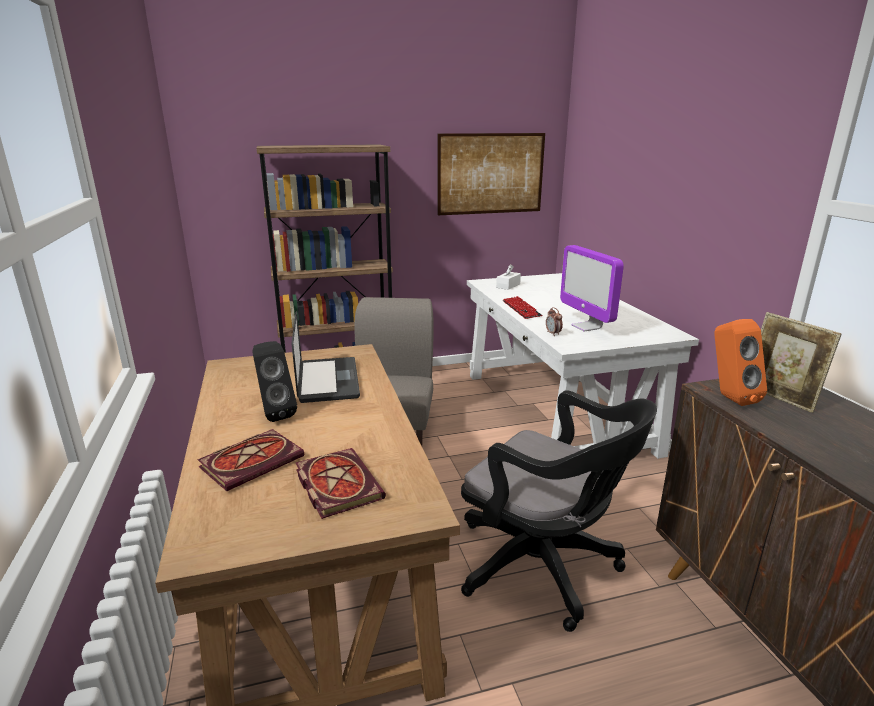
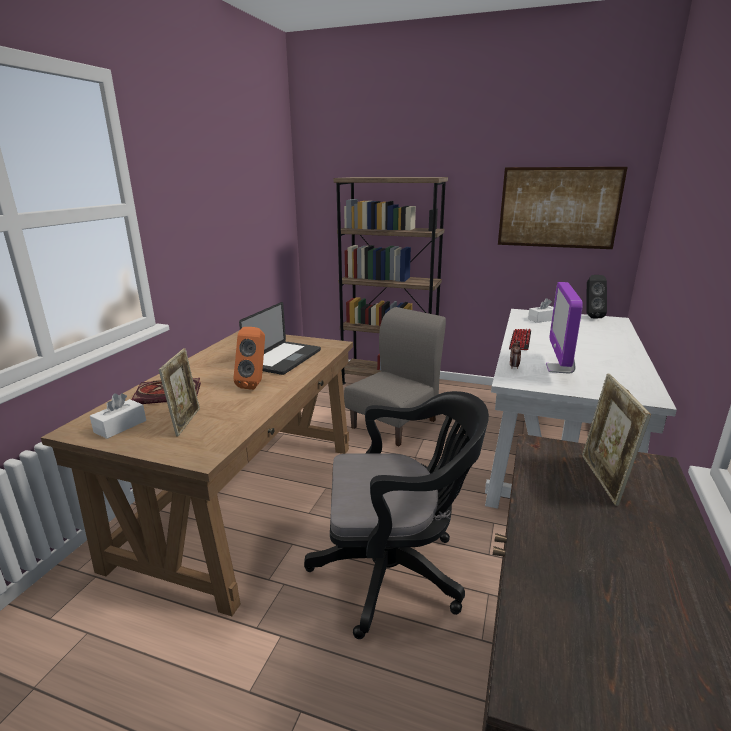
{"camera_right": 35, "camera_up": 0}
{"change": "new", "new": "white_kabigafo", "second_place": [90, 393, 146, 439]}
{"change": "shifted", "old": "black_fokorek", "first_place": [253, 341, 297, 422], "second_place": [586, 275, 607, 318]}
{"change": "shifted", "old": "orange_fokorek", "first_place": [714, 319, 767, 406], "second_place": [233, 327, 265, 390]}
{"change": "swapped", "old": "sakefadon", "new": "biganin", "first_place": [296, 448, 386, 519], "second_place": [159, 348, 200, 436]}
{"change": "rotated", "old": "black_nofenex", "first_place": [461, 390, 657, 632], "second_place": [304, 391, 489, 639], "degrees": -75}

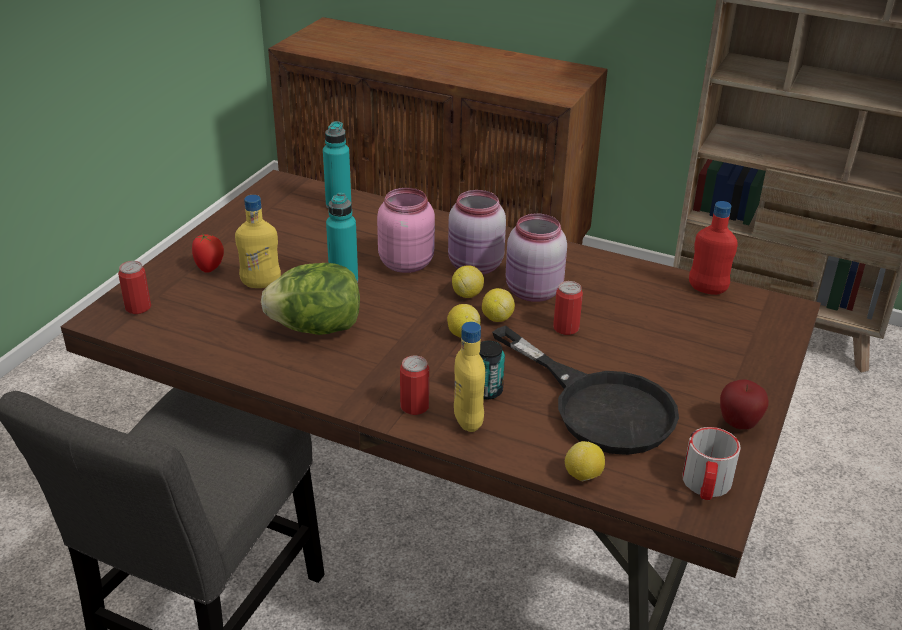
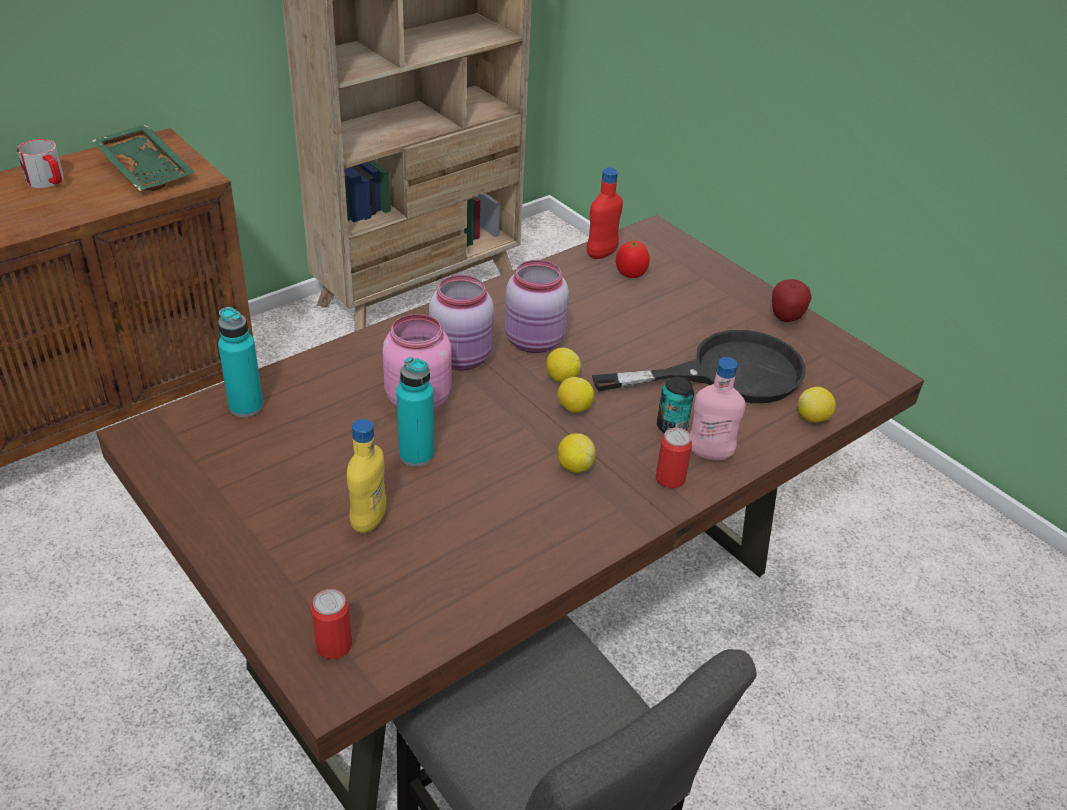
{"camera_right": -65, "camera_up": 5}
{"change": "gone", "old": "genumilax", "first_place": [261, 263, 360, 335]}
{"change": "gone", "old": "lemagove", "first_place": [553, 281, 583, 335]}
{"change": "new", "new": "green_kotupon", "second_place": [92, 125, 195, 191]}
{"change": "shifted", "old": "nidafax", "first_place": [192, 233, 224, 273], "second_place": [616, 241, 650, 278]}
{"change": "shifted", "old": "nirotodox", "first_place": [452, 265, 484, 298], "second_place": [558, 433, 596, 473]}
{"change": "shifted", "old": "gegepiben", "first_place": [682, 427, 741, 500], "second_place": [17, 139, 64, 188]}
{"change": "repainted", "old": "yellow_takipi", "new": "pink_takipi", "first_place": [454, 322, 485, 432], "second_place": [690, 357, 745, 460]}

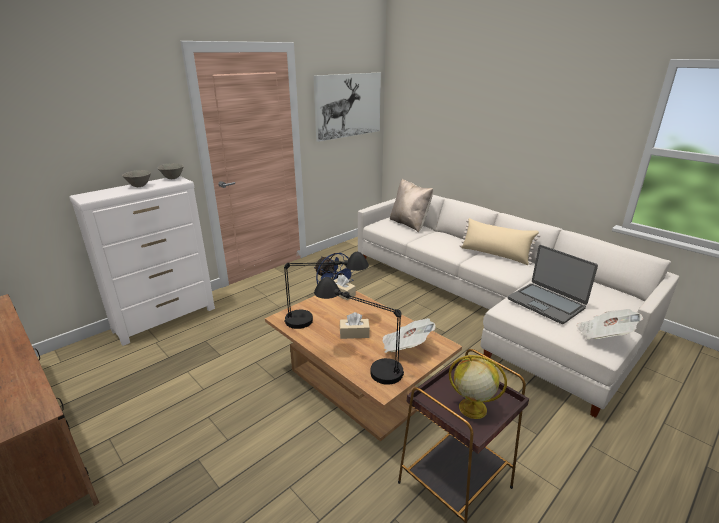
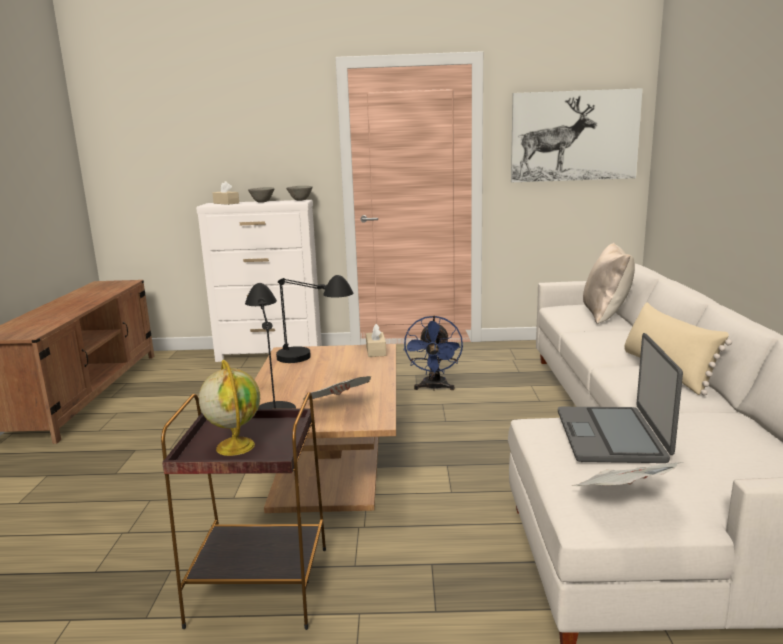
{"camera_right": 45, "camera_up": -10}
{"change": "shifted", "old": "beige_kabigafo", "first_place": [340, 312, 370, 339], "second_place": [213, 181, 239, 205]}

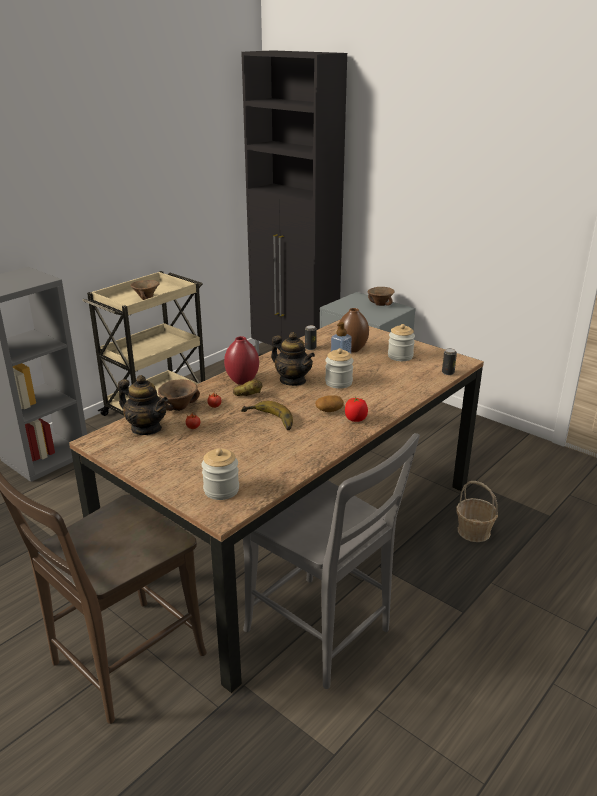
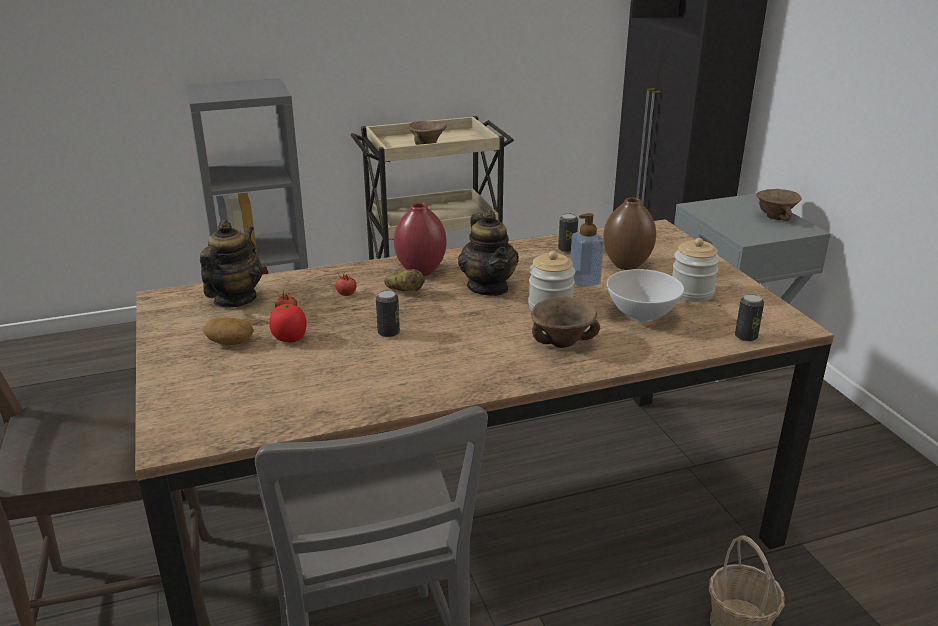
{"camera_right": 30, "camera_up": 0}
{"change": "gone", "old": "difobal", "first_place": [202, 448, 239, 500]}
{"change": "new", "new": "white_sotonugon", "second_place": [607, 269, 684, 322]}
{"change": "shifted", "old": "brown_sotonugon", "first_place": [158, 379, 200, 411], "second_place": [531, 296, 600, 348]}
{"change": "shifted", "old": "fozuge", "first_place": [315, 395, 344, 412], "second_place": [203, 317, 254, 345]}
{"change": "shifted", "old": "nidafax", "first_place": [345, 397, 368, 422], "second_place": [269, 303, 307, 342]}
{"change": "swapped", "old": "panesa", "new": "lemagove", "first_place": [241, 401, 293, 430], "second_place": [376, 290, 400, 337]}
{"change": "rotated", "old": "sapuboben", "first_place": [118, 375, 168, 435], "second_place": [200, 220, 262, 308], "degrees": -135}

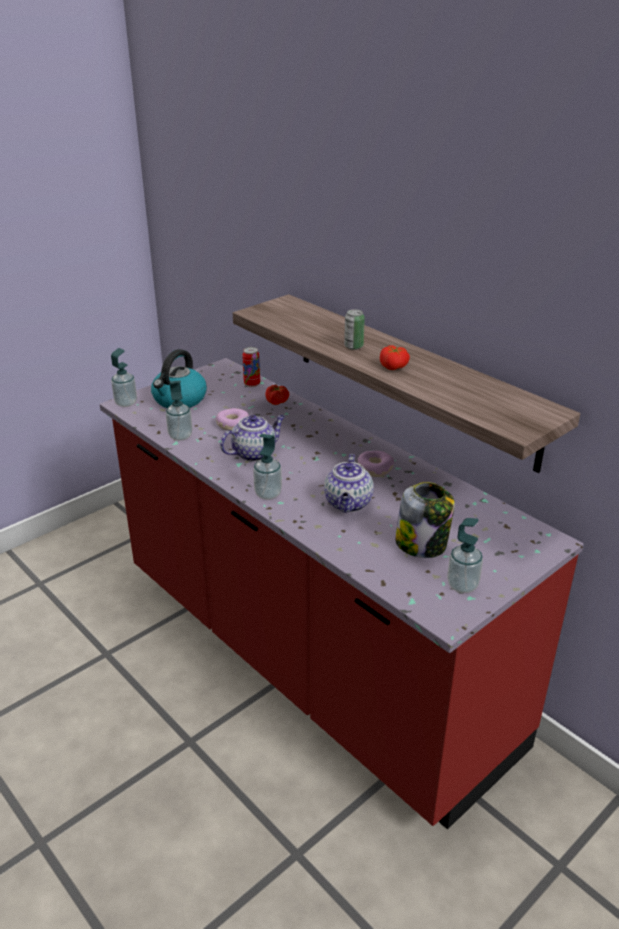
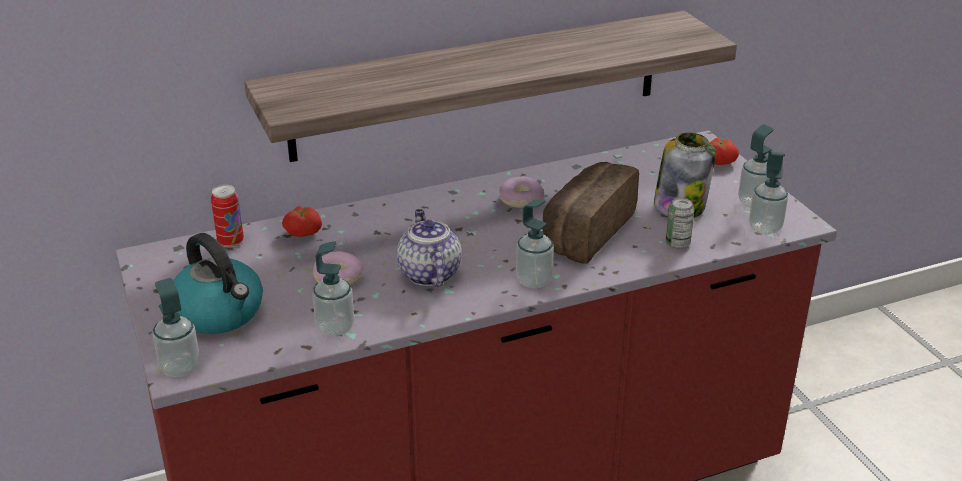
{"camera_right": -70, "camera_up": 0}
{"change": "new", "new": "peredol", "second_place": [749, 152, 788, 234]}
{"change": "shifted", "old": "lemagove", "first_place": [344, 309, 365, 350], "second_place": [665, 198, 694, 249]}
{"change": "shifted", "old": "nidafax", "first_place": [380, 346, 410, 370], "second_place": [709, 138, 739, 165]}
{"change": "swapped", "old": "sapuboben", "new": "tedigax", "first_place": [324, 454, 374, 513], "second_place": [542, 162, 639, 264]}

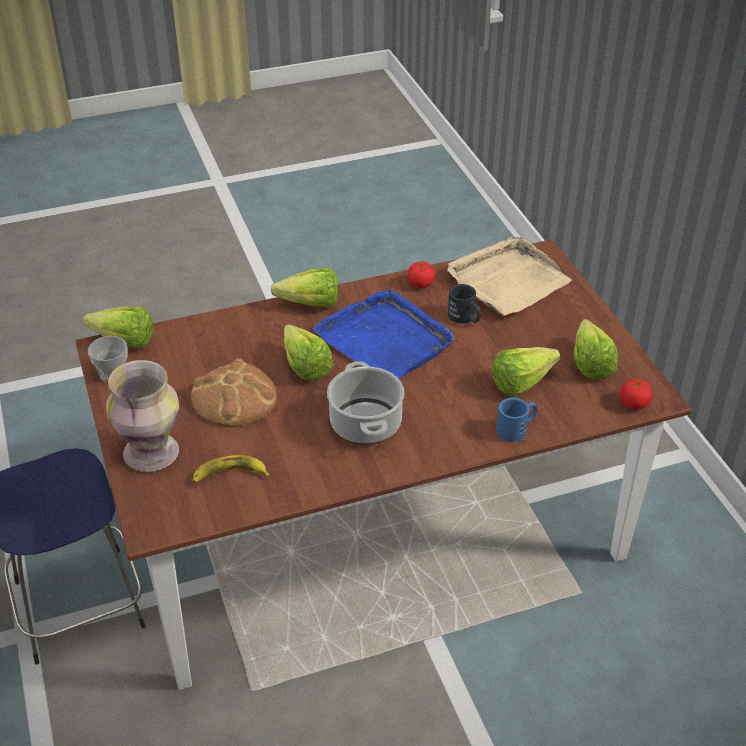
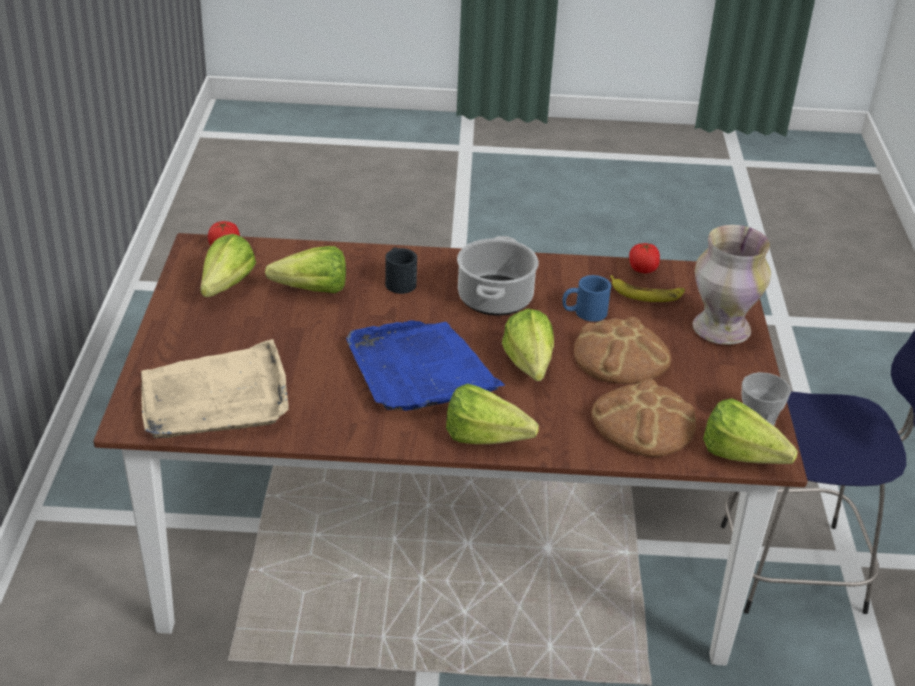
{"camera_right": -160, "camera_up": -5}
{"change": "new", "new": "tedigax", "second_place": [591, 379, 696, 457]}
{"change": "shifted", "old": "nidafax", "first_place": [408, 262, 435, 288], "second_place": [629, 243, 660, 273]}
{"change": "shifted", "old": "black_gegepiben", "first_place": [448, 284, 481, 323], "second_place": [385, 247, 417, 294]}
{"change": "shifted", "old": "blue_gegepiben", "first_place": [496, 398, 537, 442], "second_place": [562, 275, 611, 322]}

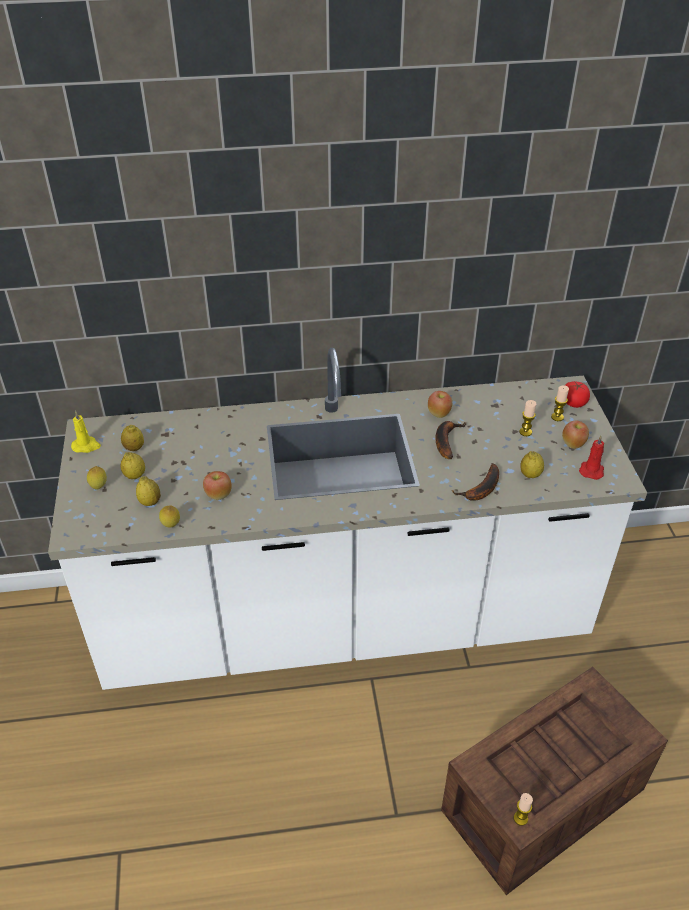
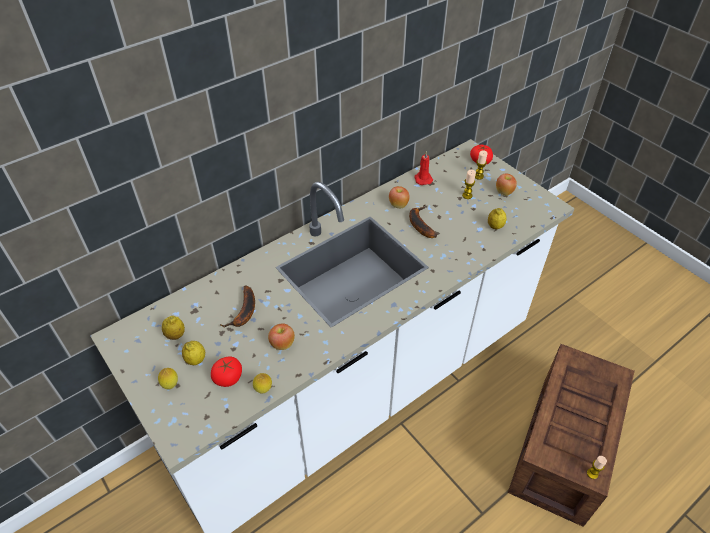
{"camera_right": -30, "camera_up": 5}
{"change": "gone", "old": "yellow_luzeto", "first_place": [71, 411, 101, 453]}
{"change": "shifted", "old": "panesa", "first_place": [452, 463, 499, 501], "second_place": [221, 286, 255, 327]}
{"change": "shifted", "old": "red_luzeto", "first_place": [579, 436, 604, 480], "second_place": [414, 151, 433, 185]}
{"change": "swapped", "old": "nirotodox", "new": "nidafax", "first_place": [136, 477, 161, 506], "second_place": [211, 356, 242, 387]}

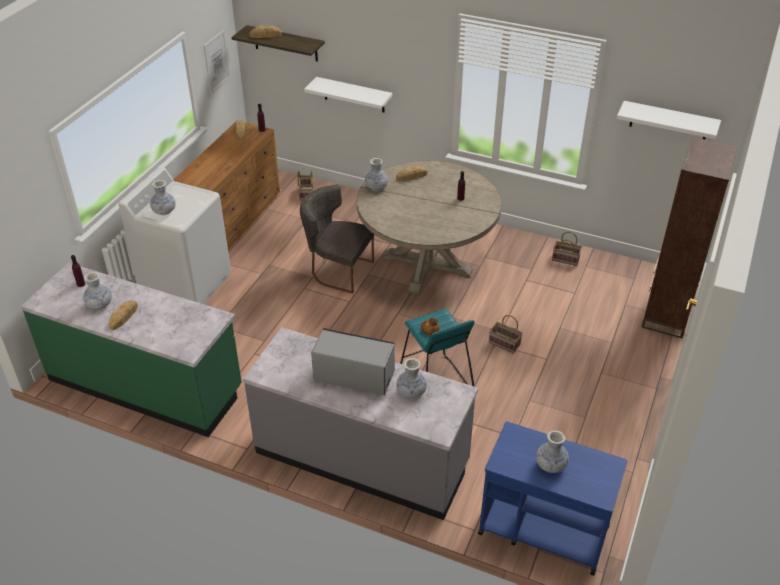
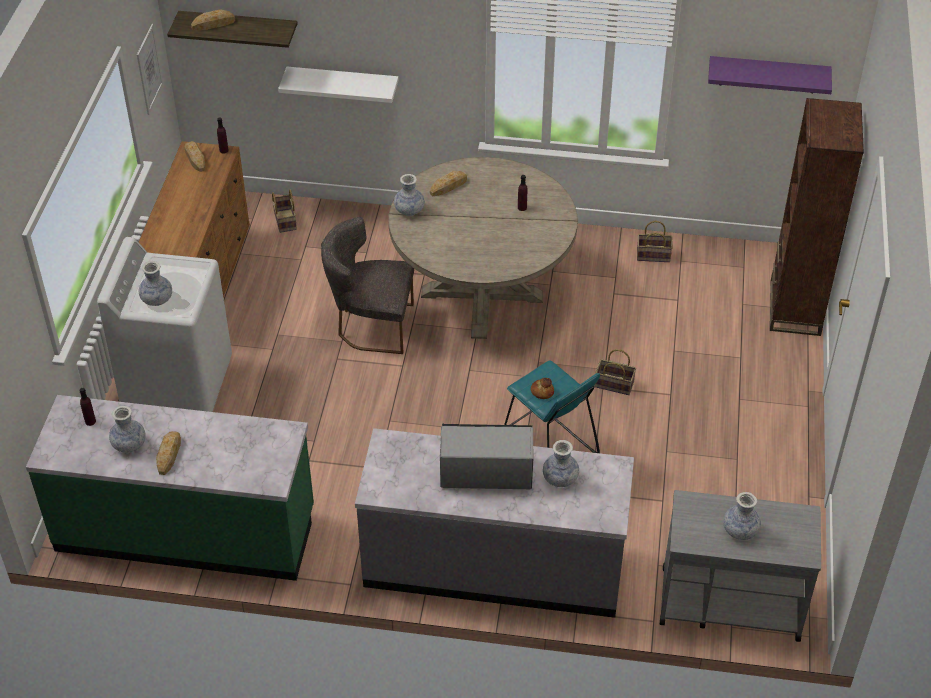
{"camera_right": -15, "camera_up": 5}
{"change": "repainted", "old": "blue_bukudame", "new": "grey_bukudame", "first_place": [478, 421, 628, 575], "second_place": [660, 490, 821, 642]}
{"change": "repainted", "old": "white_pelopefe", "new": "purple_pelopefe", "first_place": [616, 101, 721, 139], "second_place": [708, 56, 832, 94]}

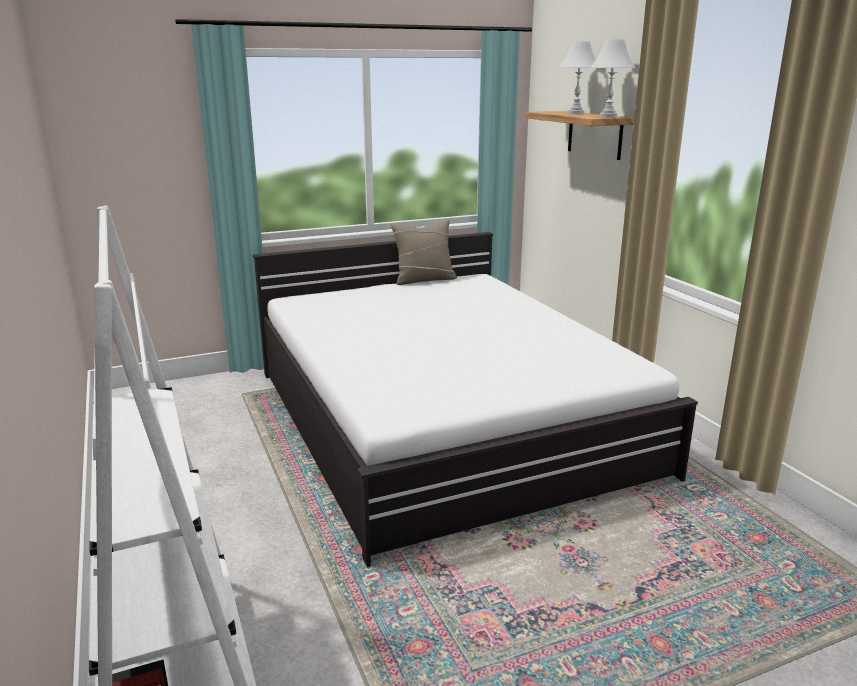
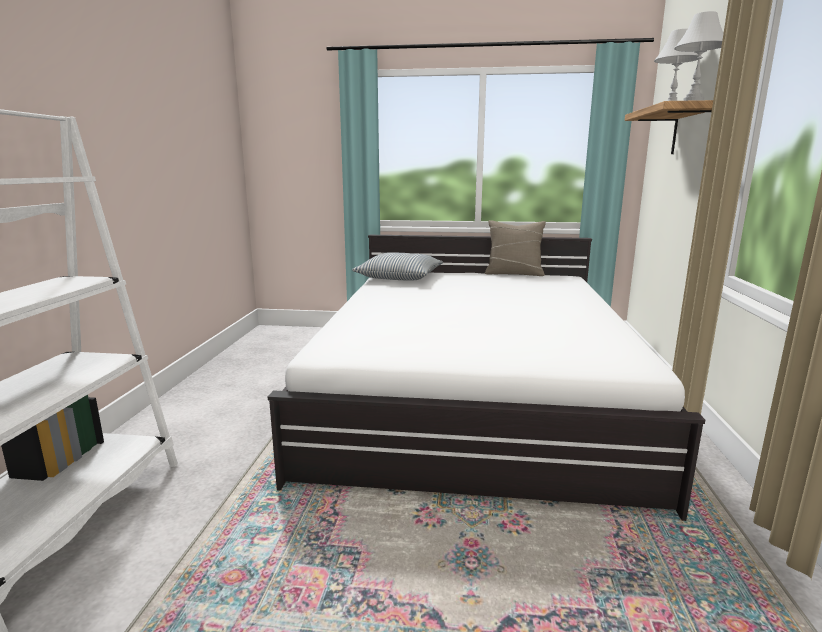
{"camera_right": 30, "camera_up": -5}
{"change": "new", "new": "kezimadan", "second_place": [352, 252, 443, 281]}

